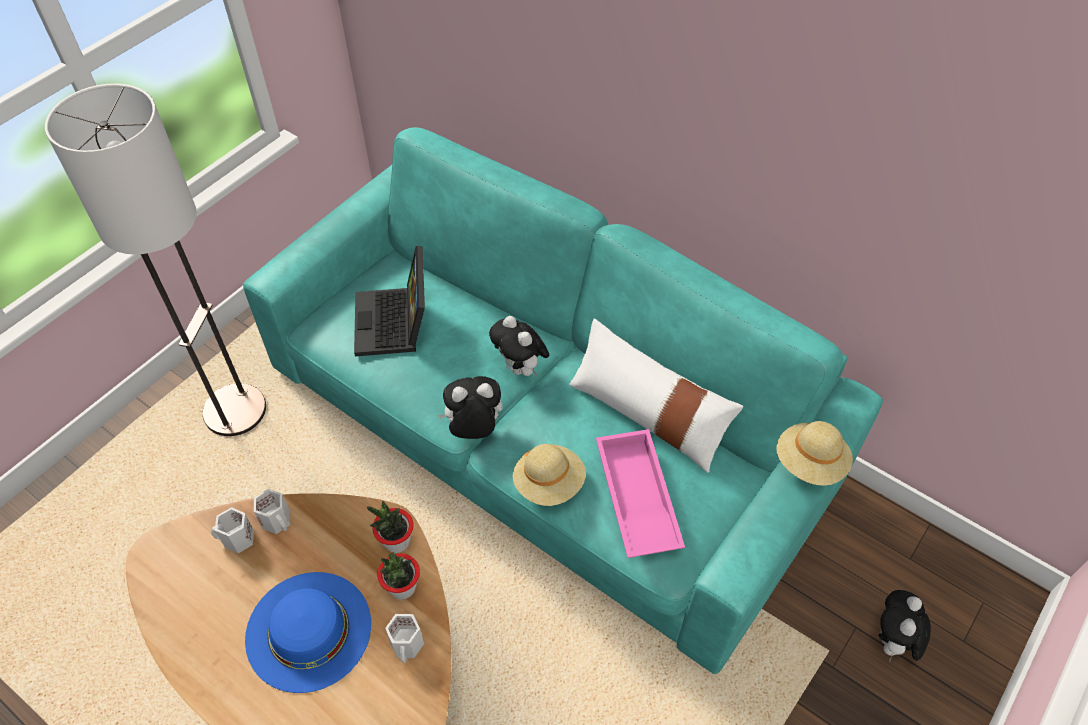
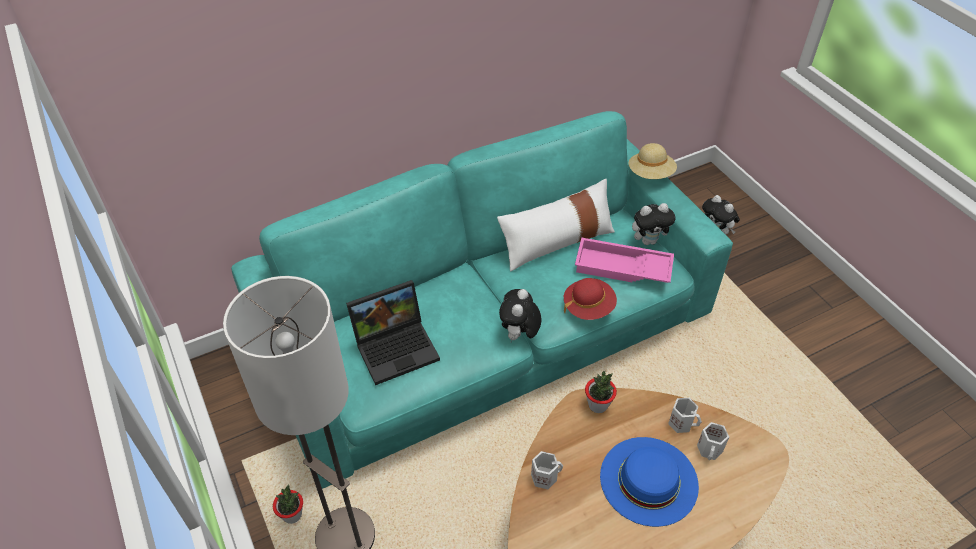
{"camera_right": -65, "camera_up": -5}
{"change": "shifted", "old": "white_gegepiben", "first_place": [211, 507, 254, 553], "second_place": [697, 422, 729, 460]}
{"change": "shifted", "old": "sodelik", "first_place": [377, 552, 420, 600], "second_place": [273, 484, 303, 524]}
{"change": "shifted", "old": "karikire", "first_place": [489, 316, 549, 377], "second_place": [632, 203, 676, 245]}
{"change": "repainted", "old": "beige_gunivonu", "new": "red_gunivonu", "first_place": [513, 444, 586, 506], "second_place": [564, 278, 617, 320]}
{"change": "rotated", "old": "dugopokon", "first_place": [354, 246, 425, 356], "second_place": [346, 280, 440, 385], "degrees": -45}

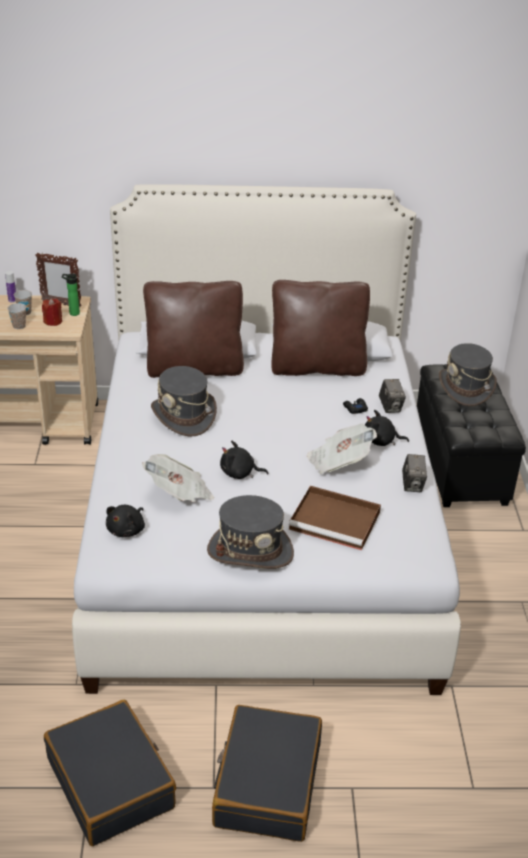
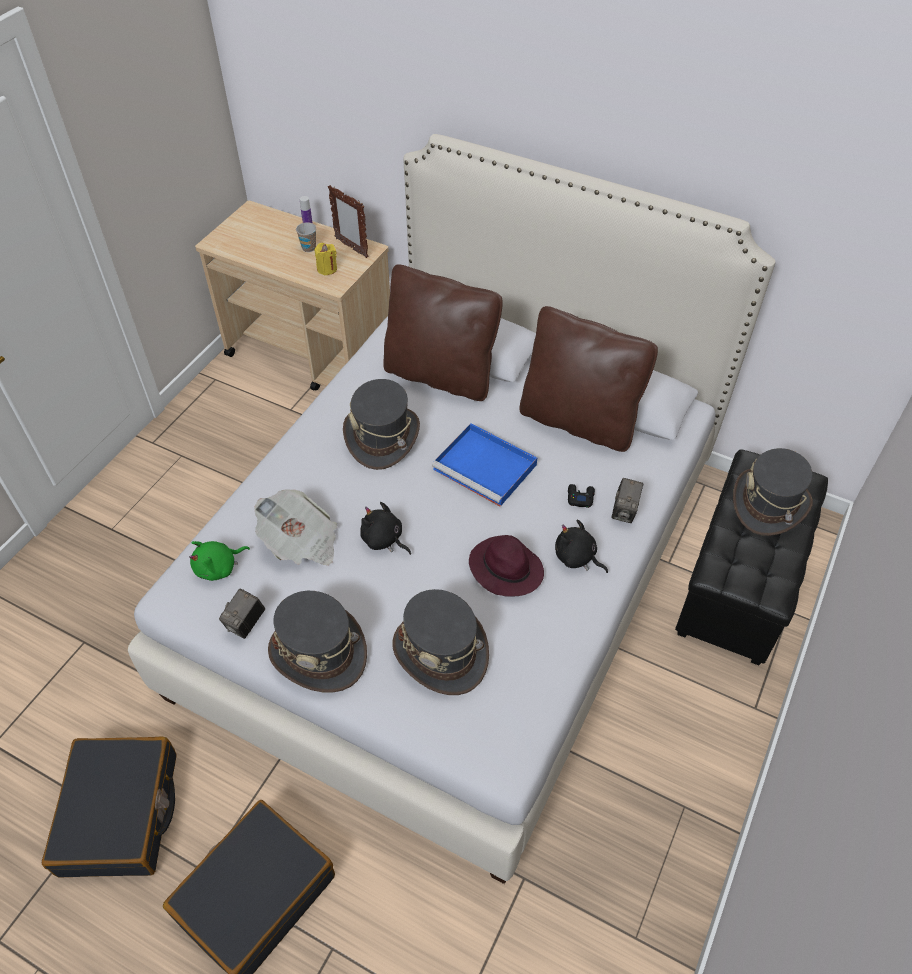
{"camera_right": 30, "camera_up": 15}
{"change": "gone", "old": "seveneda", "first_place": [8, 303, 26, 329]}
{"change": "gone", "old": "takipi", "first_place": [62, 274, 80, 316]}
{"change": "new", "new": "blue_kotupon", "second_place": [432, 423, 537, 507]}
{"change": "shifted", "old": "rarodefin", "first_place": [402, 454, 427, 492], "second_place": [219, 589, 265, 639]}
{"change": "swapped", "old": "brown_kotupon", "new": "grey_gunivonu", "first_place": [289, 486, 381, 550], "second_place": [393, 589, 489, 695]}
{"change": "swapped", "old": "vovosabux", "new": "purple_gunivonu", "first_place": [307, 423, 377, 474], "second_place": [469, 535, 544, 596]}
{"change": "repainted", "old": "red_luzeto", "new": "yellow_luzeto", "first_place": [42, 298, 62, 326], "second_place": [315, 243, 337, 276]}
{"change": "repainted", "old": "black_karikire", "new": "green_karikire", "first_place": [106, 505, 145, 537], "second_place": [189, 541, 250, 581]}

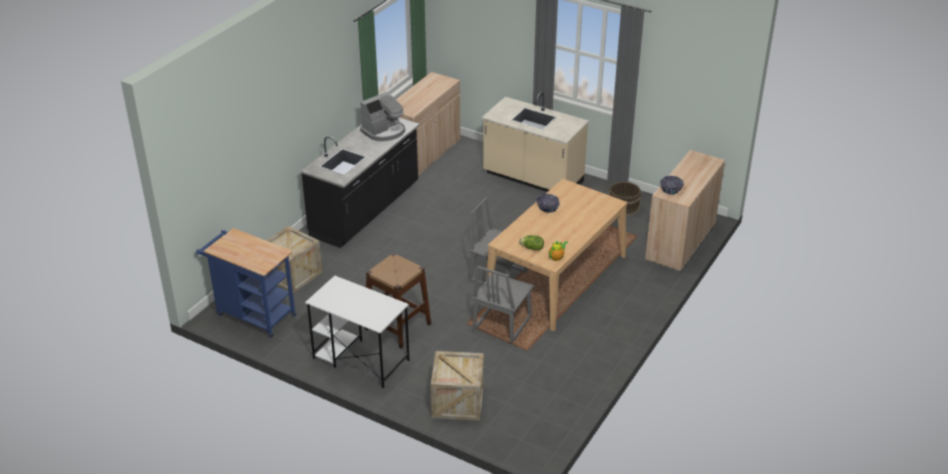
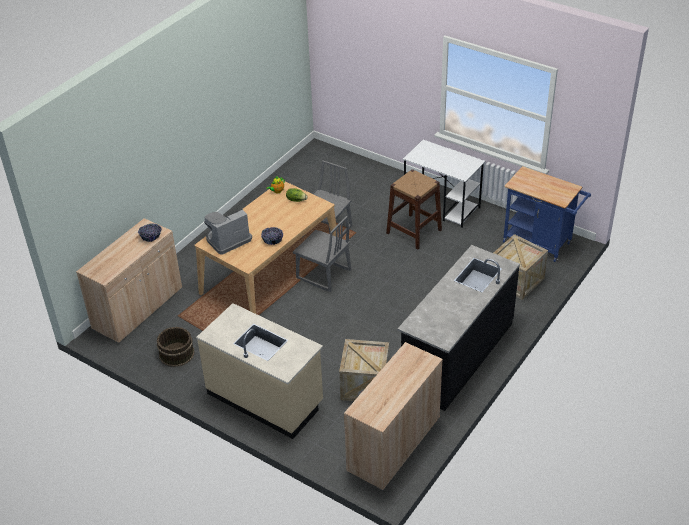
{"camera_right": -175, "camera_up": 5}
{"change": "shifted", "old": "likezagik", "first_place": [360, 92, 405, 142], "second_place": [204, 209, 252, 255]}
{"change": "shifted", "old": "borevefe", "first_place": [431, 351, 484, 421], "second_place": [339, 339, 389, 401]}

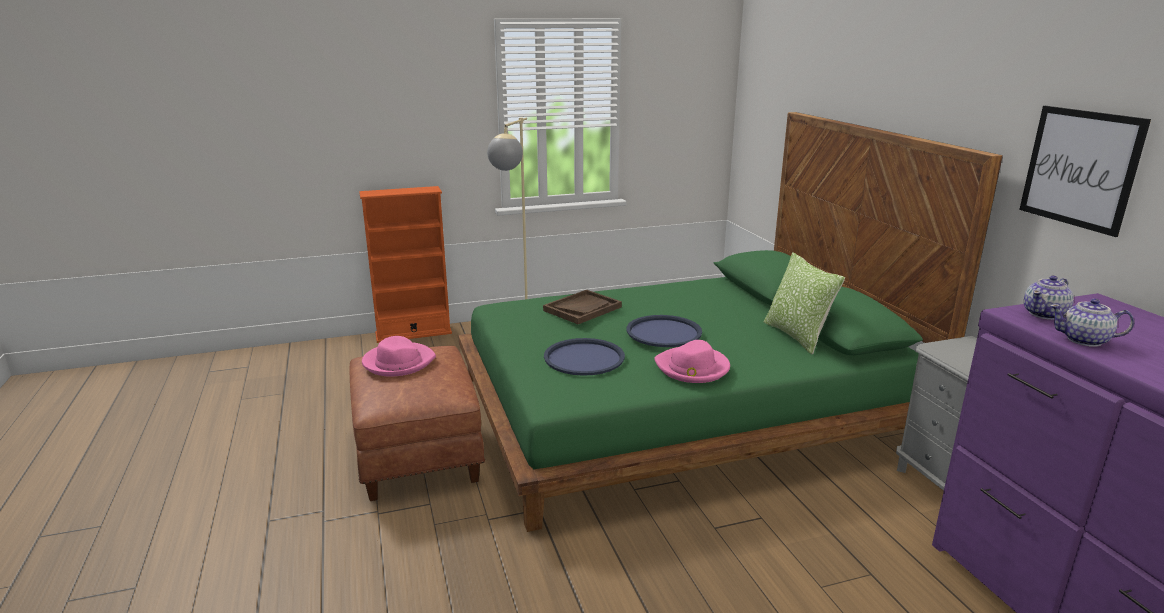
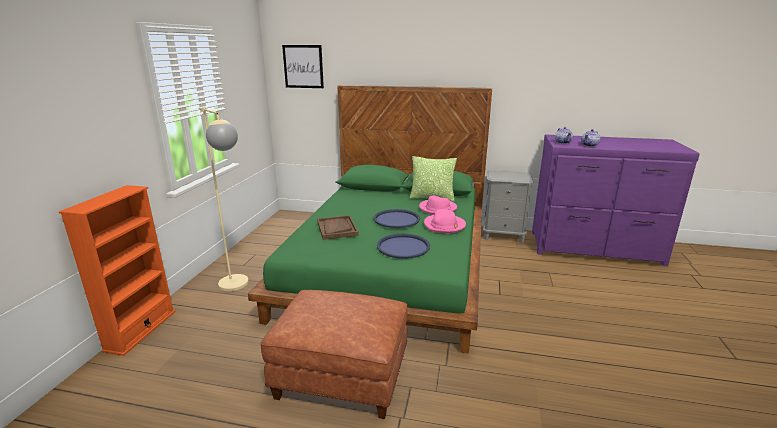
{"camera_right": -60, "camera_up": 0}
{"change": "shifted", "old": "pink_gunivonu", "first_place": [362, 336, 436, 377], "second_place": [419, 196, 457, 215]}
{"change": "shifted", "old": "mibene", "first_place": [1019, 106, 1151, 237], "second_place": [282, 45, 324, 88]}

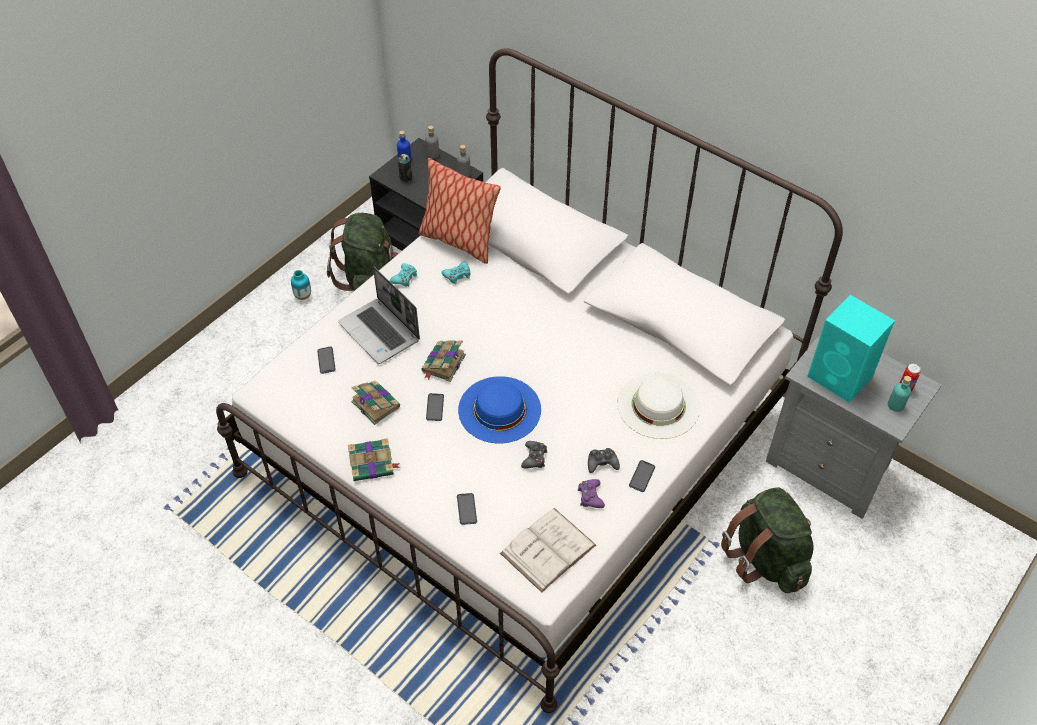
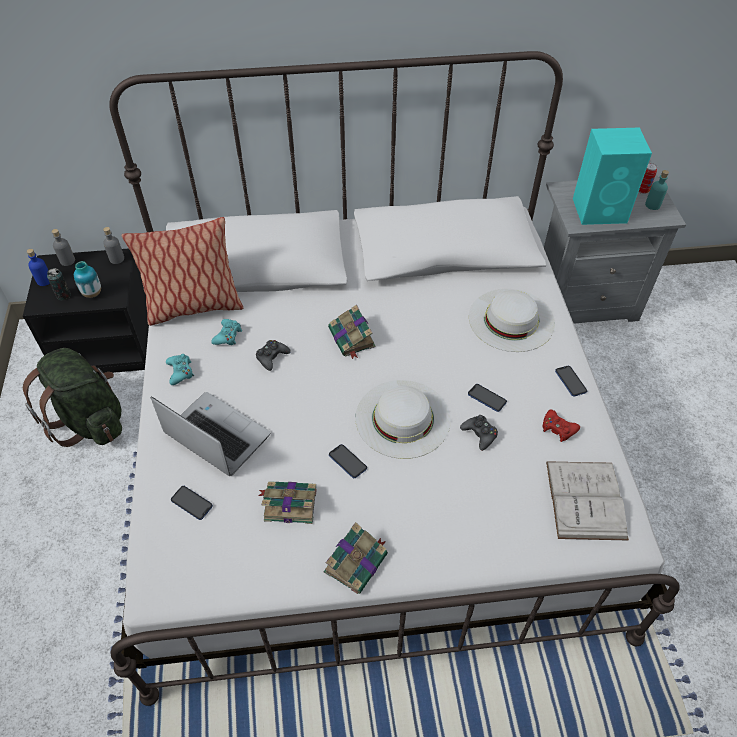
{"camera_right": -45, "camera_up": 0}
{"change": "gone", "old": "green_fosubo", "first_place": [721, 487, 814, 593]}
{"change": "shifted", "old": "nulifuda", "first_place": [291, 270, 311, 300], "second_place": [74, 261, 101, 298]}
{"change": "shifted", "old": "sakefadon", "first_place": [421, 340, 466, 382], "second_place": [328, 305, 375, 359]}
{"change": "shifted", "old": "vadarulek", "first_place": [457, 493, 477, 525], "second_place": [468, 384, 507, 412]}
{"change": "shifted", "old": "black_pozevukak", "first_place": [588, 448, 620, 473], "second_place": [256, 340, 291, 371]}
{"change": "repainted", "old": "blue_gunivonu", "new": "white_gunivonu", "first_place": [458, 376, 541, 443], "second_place": [355, 380, 451, 459]}
{"change": "repainted", "old": "purple_pozevukak", "new": "red_pozevukak", "first_place": [578, 479, 605, 508], "second_place": [543, 409, 580, 442]}
{"change": "rotated", "old": "dugopokon", "first_place": [338, 266, 420, 364], "second_place": [151, 392, 270, 476], "degrees": -150}

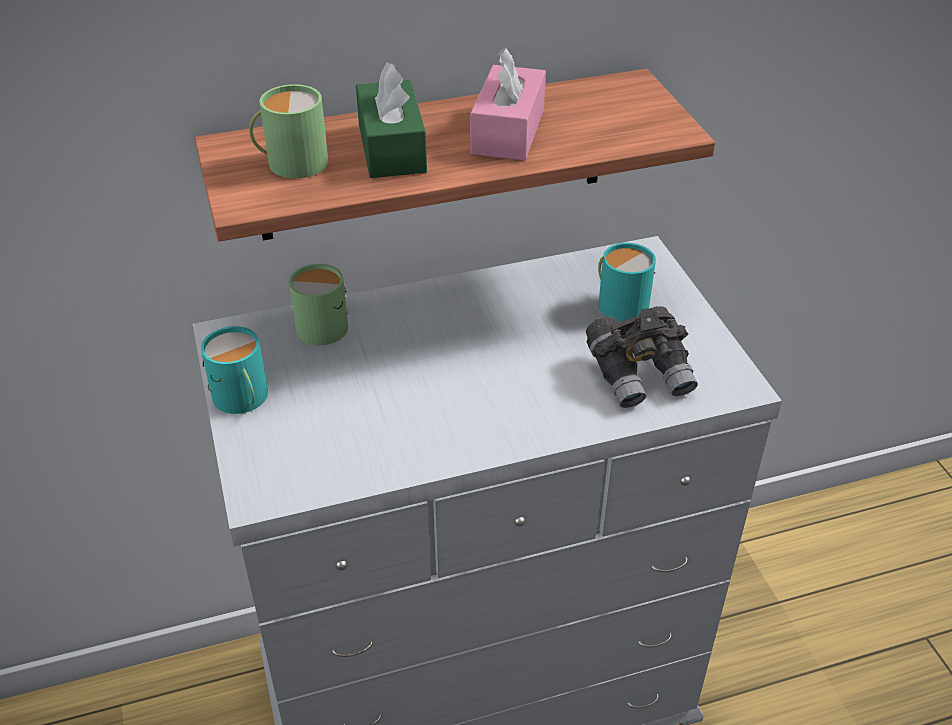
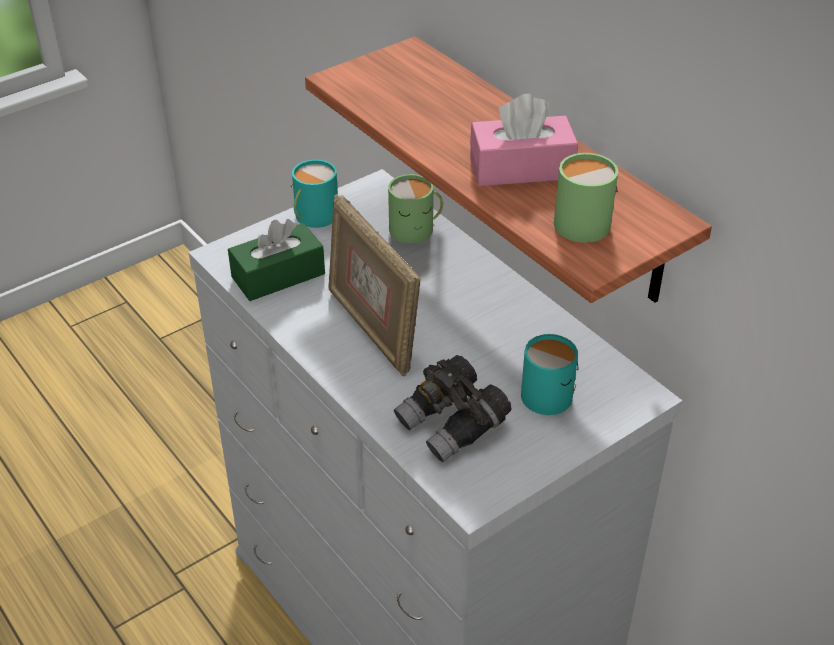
{"camera_right": 70, "camera_up": 0}
{"change": "new", "new": "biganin", "second_place": [328, 194, 420, 377]}
{"change": "shifted", "old": "green_gegepiben", "first_place": [249, 84, 328, 179], "second_place": [554, 153, 618, 243]}
{"change": "shifted", "old": "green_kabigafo", "first_place": [356, 62, 427, 178], "second_place": [228, 219, 325, 301]}

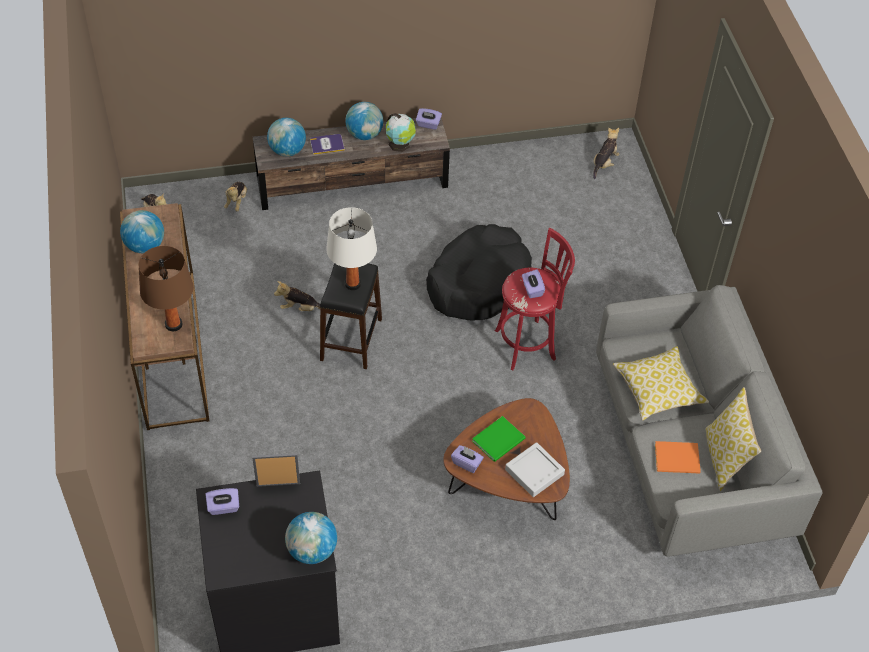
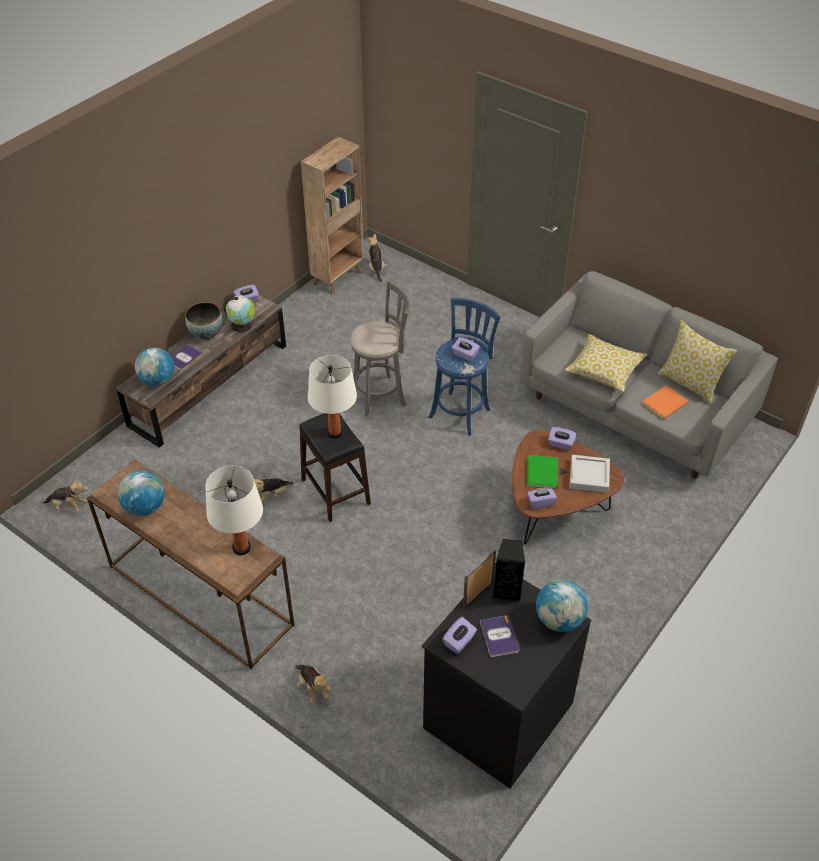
{"camera_right": -40, "camera_up": -5}
{"change": "new", "new": "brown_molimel", "second_place": [301, 137, 364, 295]}
{"change": "new", "new": "sakefadon", "second_place": [480, 616, 520, 658]}
{"change": "new", "new": "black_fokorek", "second_place": [492, 539, 526, 602]}
{"change": "new", "new": "purple_kabigafo", "second_place": [548, 427, 576, 450]}
{"change": "shifted", "old": "karikire", "first_place": [224, 182, 247, 211], "second_place": [295, 665, 331, 704]}
{"change": "swapped", "old": "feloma", "new": "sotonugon", "first_place": [345, 102, 383, 140], "second_place": [185, 302, 223, 341]}
{"change": "swapped", "old": "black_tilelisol", "new": "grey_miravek", "first_place": [426, 224, 532, 320], "second_place": [350, 281, 410, 416]}
{"change": "repainted", "old": "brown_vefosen", "new": "white_vefosen", "first_place": [139, 246, 194, 331], "second_place": [205, 466, 263, 555]}
{"change": "repainted", "old": "red_miravek", "new": "blue_miravek", "first_place": [495, 228, 575, 370], "second_place": [429, 298, 500, 436]}

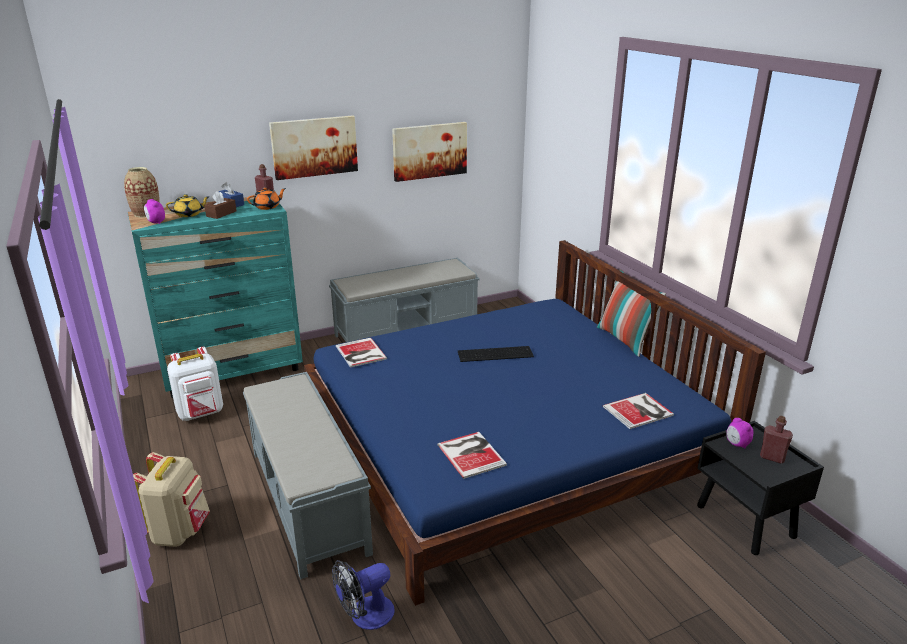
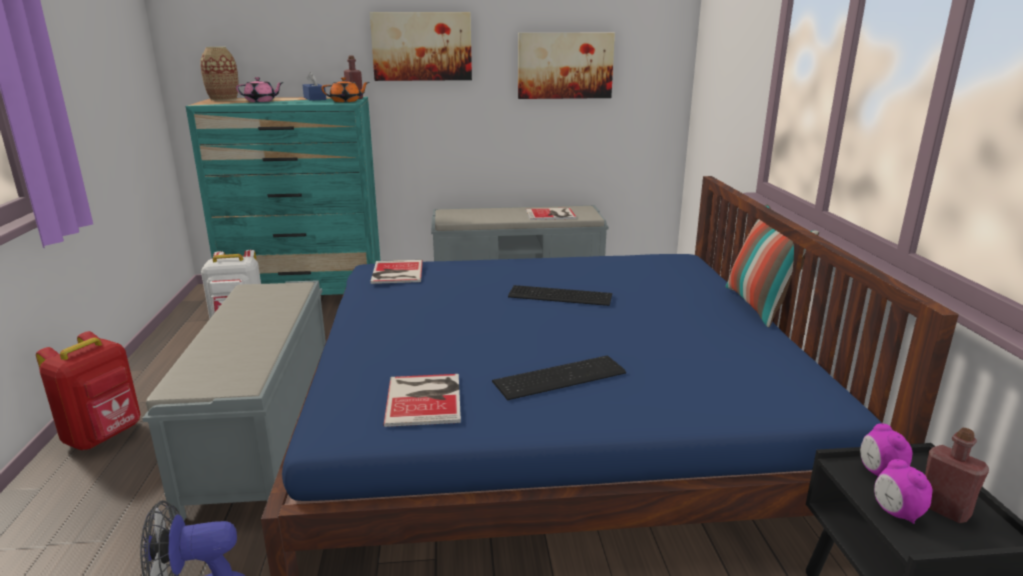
{"camera_right": 20, "camera_up": -5}
{"change": "gone", "old": "brown_kabigafo", "first_place": [204, 191, 237, 219]}
{"change": "new", "new": "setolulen", "second_place": [492, 355, 626, 400]}
{"change": "shifted", "old": "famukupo", "first_place": [144, 199, 165, 224], "second_place": [874, 459, 933, 524]}
{"change": "shifted", "old": "sakefadon", "first_place": [603, 393, 674, 429], "second_place": [526, 208, 576, 220]}
{"change": "repainted", "old": "beige_fosubo", "new": "red_fosubo", "first_place": [133, 452, 210, 547], "second_place": [36, 331, 140, 450]}
{"change": "repainted", "old": "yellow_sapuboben", "new": "pink_sapuboben", "first_place": [166, 194, 210, 217], "second_place": [236, 77, 284, 102]}

